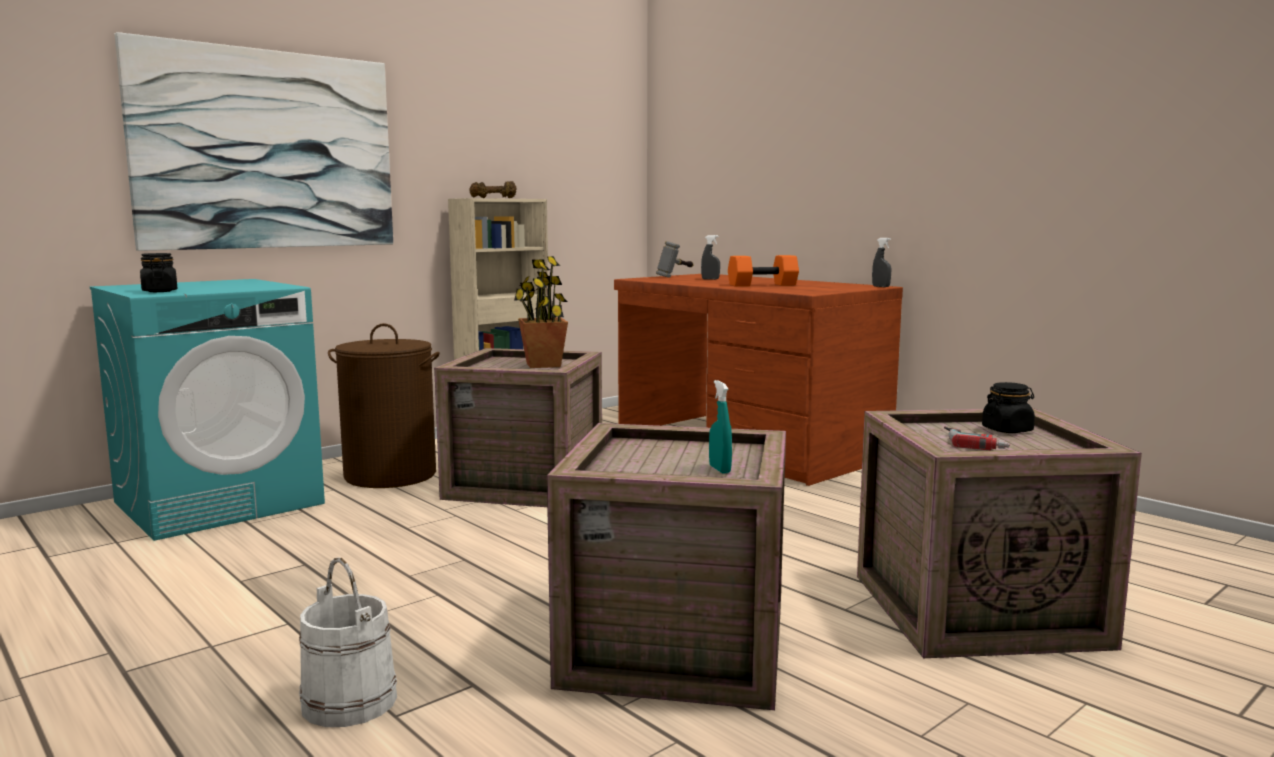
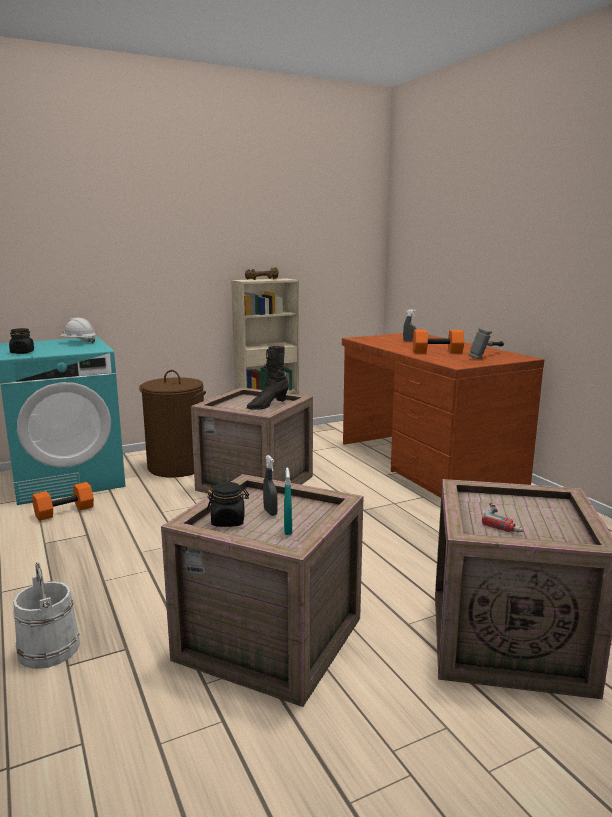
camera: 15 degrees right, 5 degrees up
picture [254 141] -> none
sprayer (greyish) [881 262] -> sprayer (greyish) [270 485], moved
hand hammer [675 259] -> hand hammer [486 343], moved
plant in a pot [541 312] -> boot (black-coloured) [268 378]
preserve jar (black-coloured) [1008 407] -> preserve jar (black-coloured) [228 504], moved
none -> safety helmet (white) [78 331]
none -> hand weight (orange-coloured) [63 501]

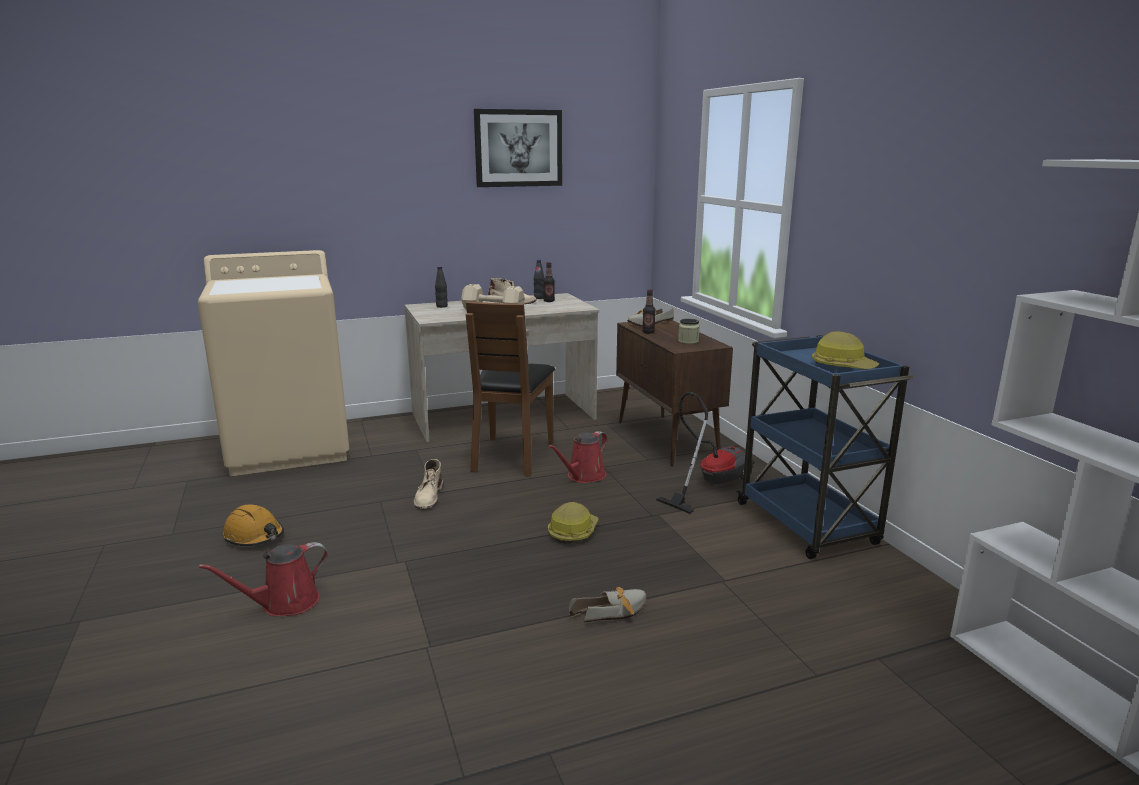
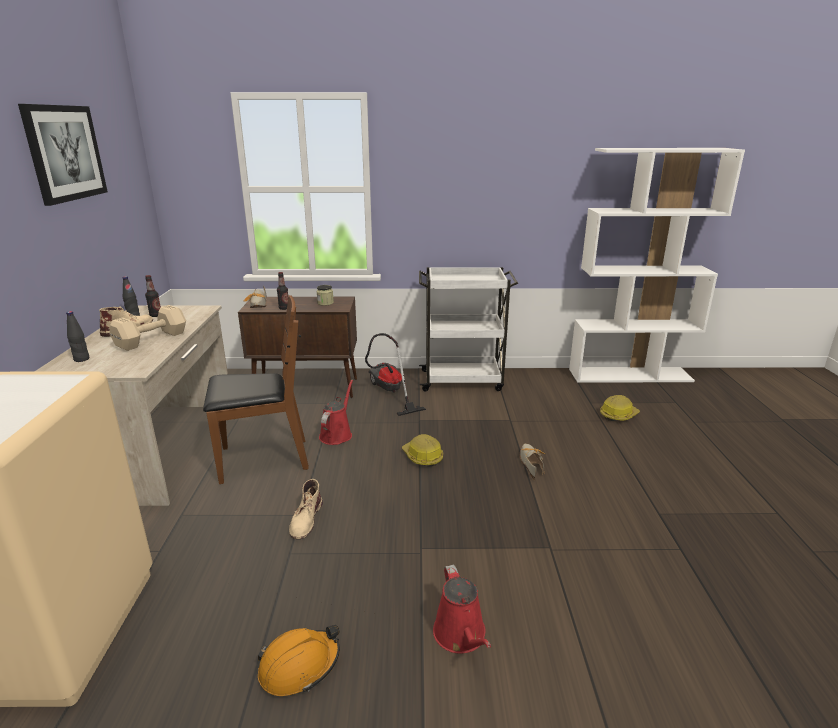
camera: 70 degrees left, 5 degrees up
chair (brown) [510 389] -> chair (brown) [256 389], 45 degrees counterclockwise
safety helmet [845 350] -> safety helmet [620 408], moved
cart (bluish) [825 447] -> cart (white) [468 329]
watering can (reddish) [577 457] -> watering can (reddish) [336 412], 135 degrees counterclockwise
boot (beige) [428 484] -> boot (beige) [306 509], 75 degrees clockwise

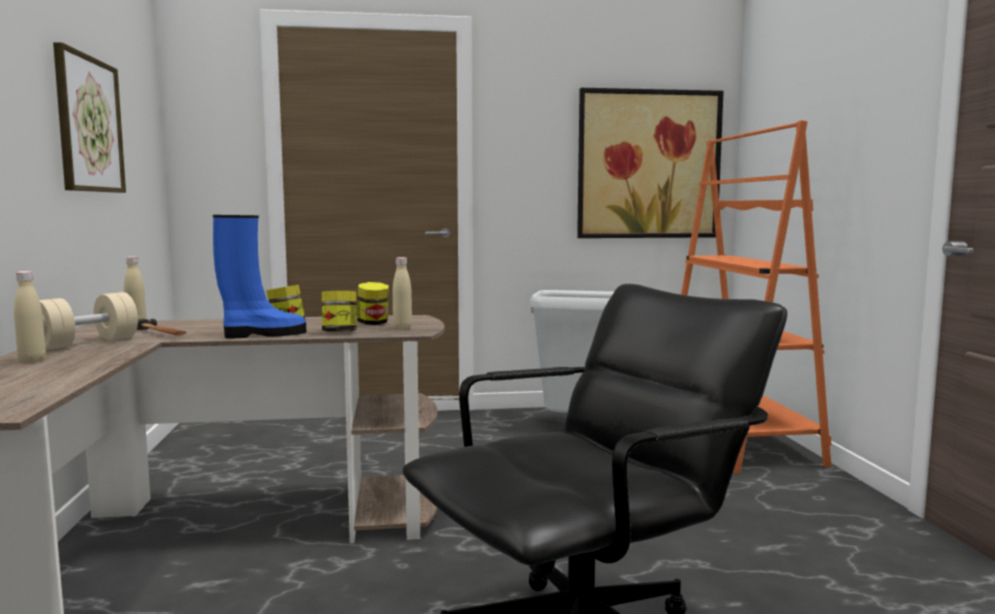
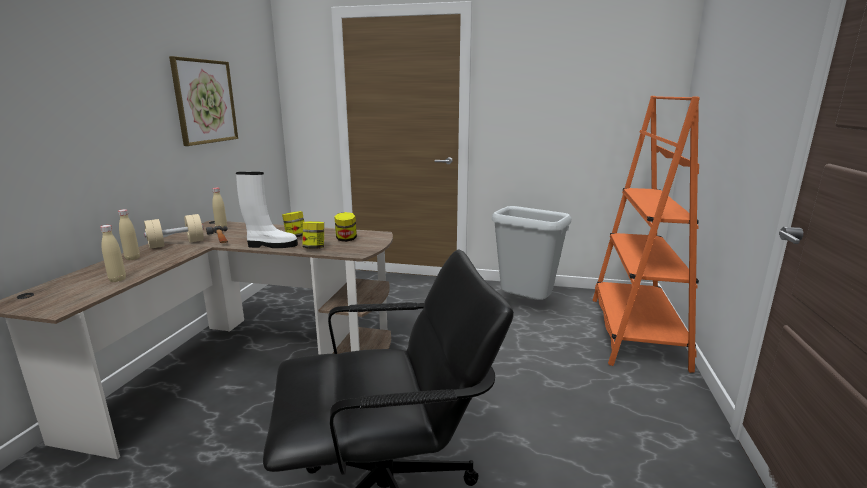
camera: 20 degrees right, 10 degrees up
picture [650 163] -> none
boot (bluish) [260 276] -> boot (white) [267 210]
bottle (beige) [402 293] -> bottle (beige) [113 253], moved

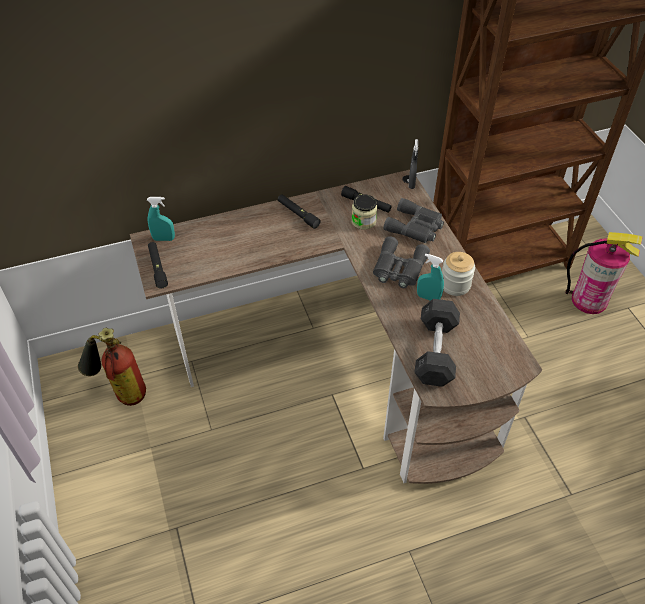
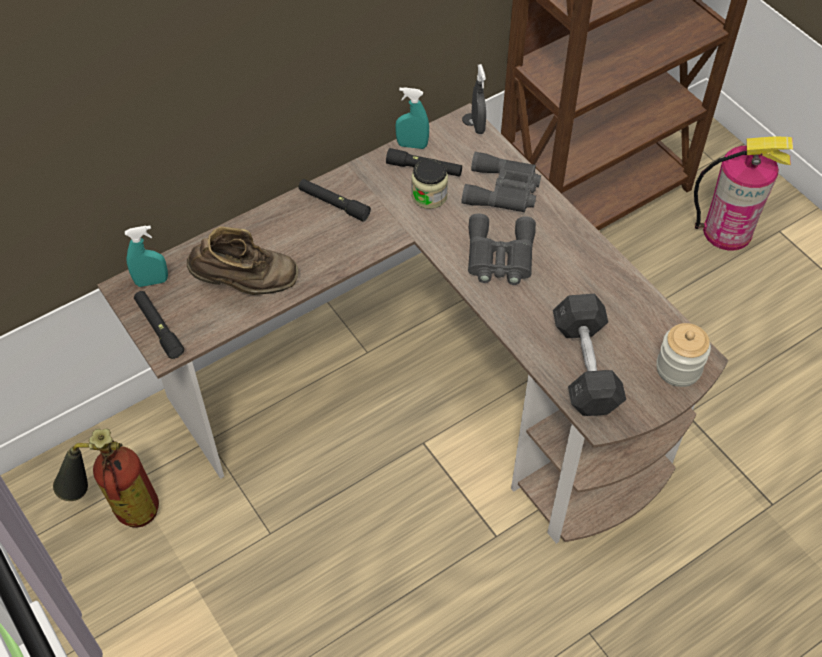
camera: 15 degrees left, 5 degrees up
preserve jar [458 274] -> preserve jar [683 355], moved
sprayer (blue-green) [430 277] -> sprayer (blue-green) [412 118], moved
none -> boot (brown) [243 260]

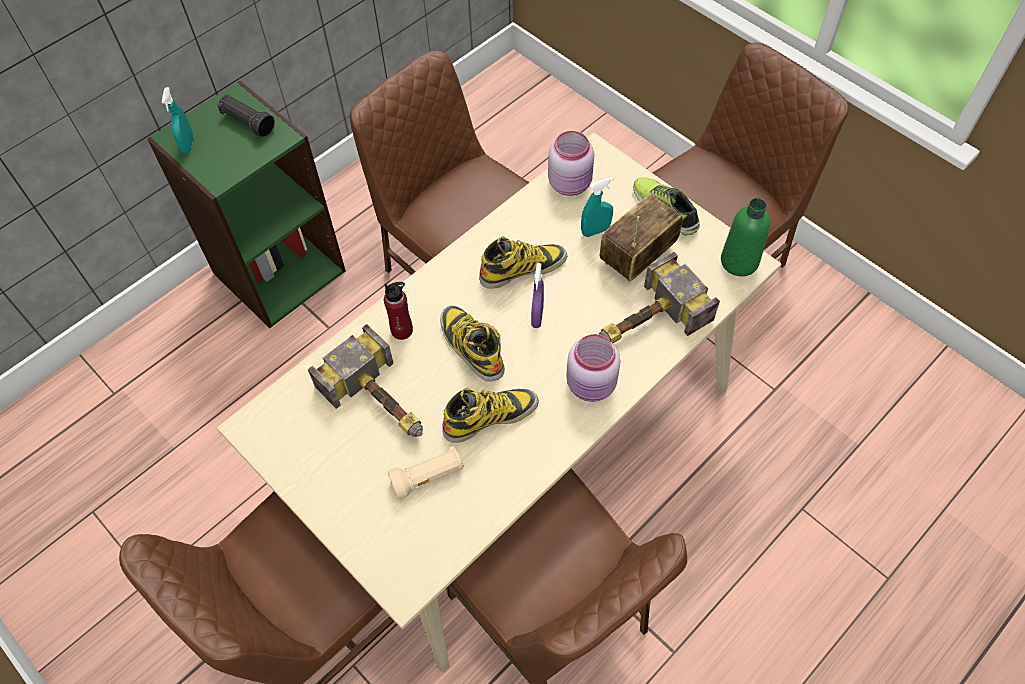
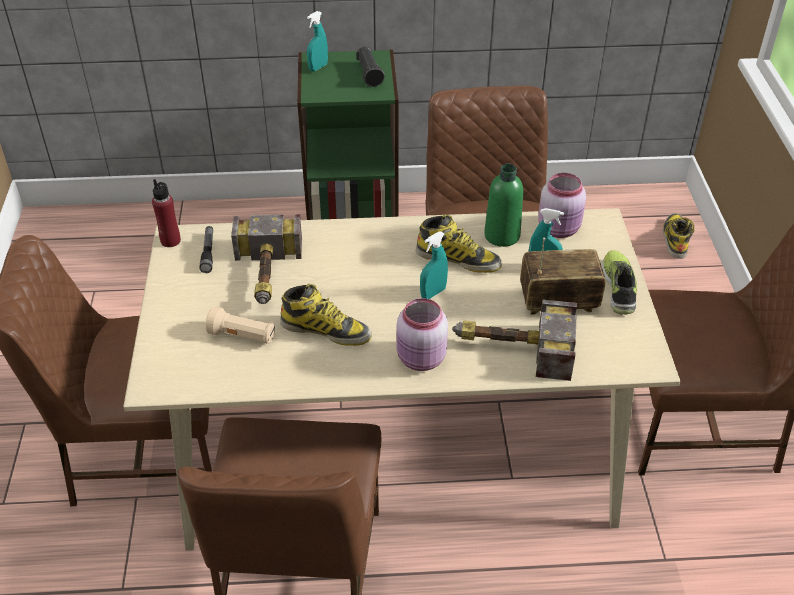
camera: 40 degrees right, 15 degrees down
bottle (green-coloured) [745 237] -> bottle (green-coloured) [503 205], moved
sprayer (purplish) [537 295] -> sprayer (blue-green) [434 265]
bottle (reddish) [398 311] -> bottle (reddish) [166 213], moved
boot [472 343] -> boot [679 236], moved
none -> flashlight [206 249]

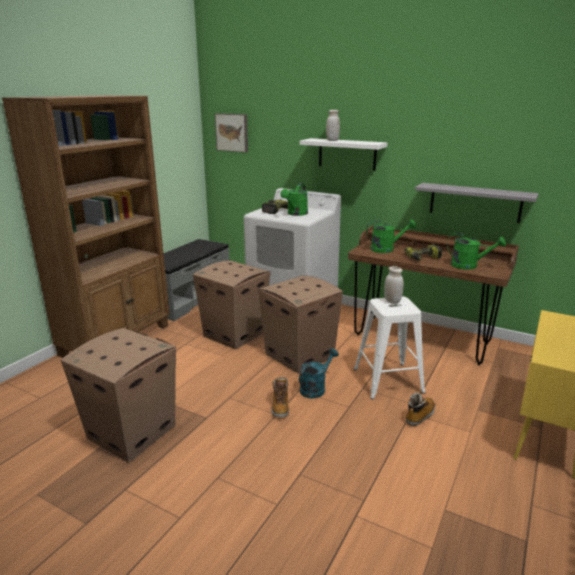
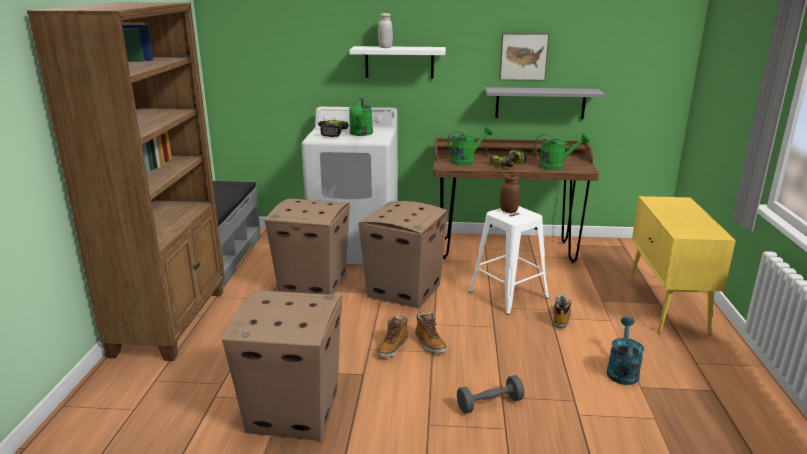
camera: 25 degrees left, 0 degrees up
picture [231 133] -> picture [524 57], moved
preserve jar (white) [394 285] -> preserve jar (brown) [510 193]
watering can (blue-green) [319 373] -> watering can (blue-green) [625 351], moved
none -> boot [392 337]
none -> hand weight (greyish) [490 394]

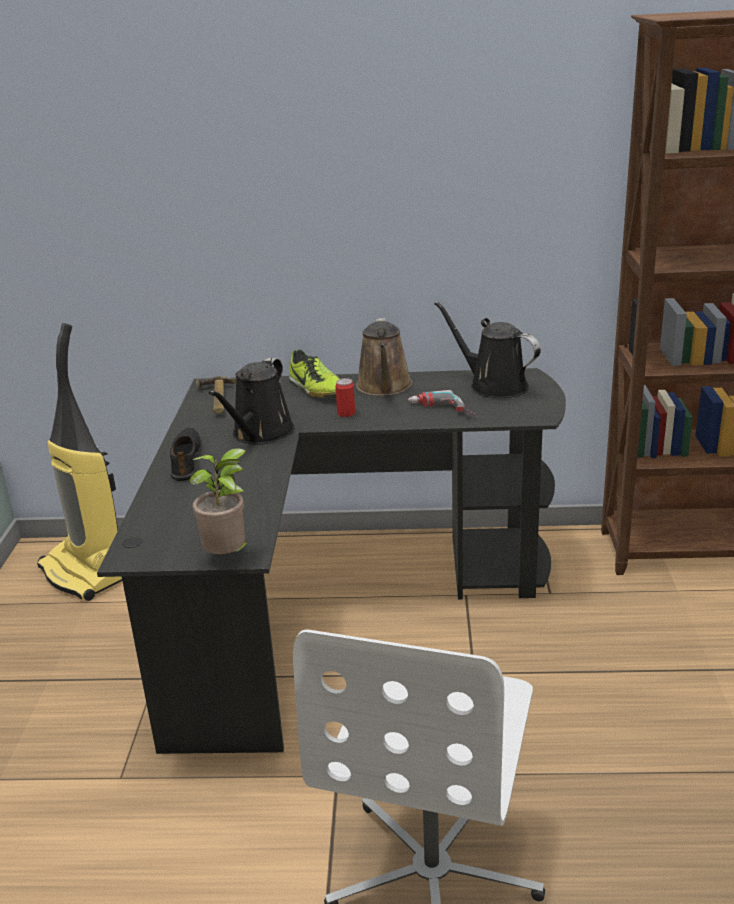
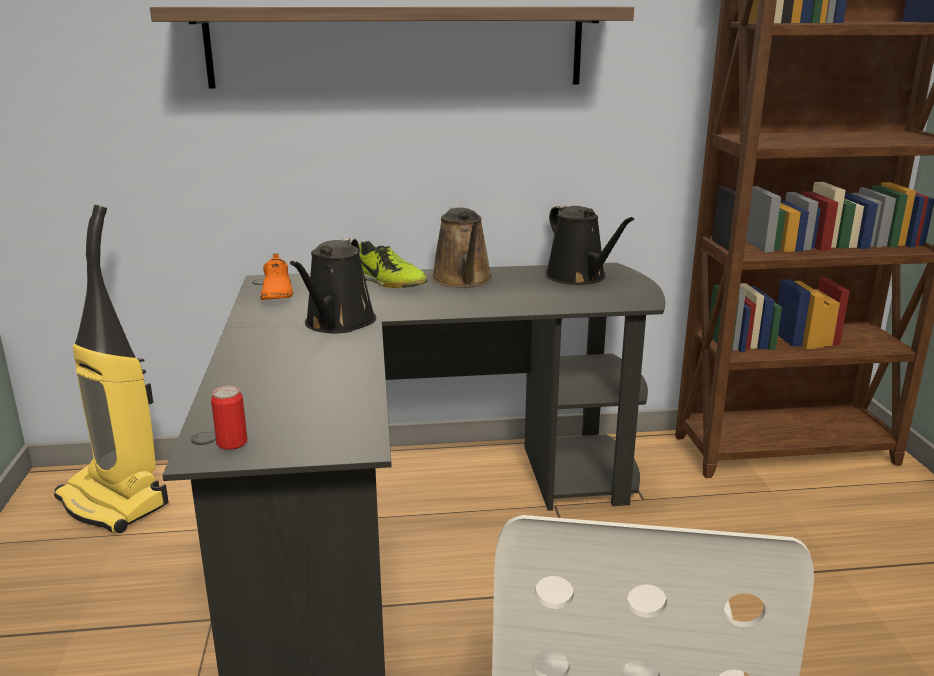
camera: 10 degrees left, 5 degrees down
watering can (black-coloured) [487 349] -> watering can (black-coloured) [590 245], 150 degrees counterclockwise
hand hammer [216 395] -> low shoe (orange-coloured) [276 277]
can [345 397] -> can [229 418], moved
electric drill [441 403] -> none
low shoe (black-coloured) [186 454] -> none
plant in a pot [218 501] -> none
none -> bracket shelf [392 48]

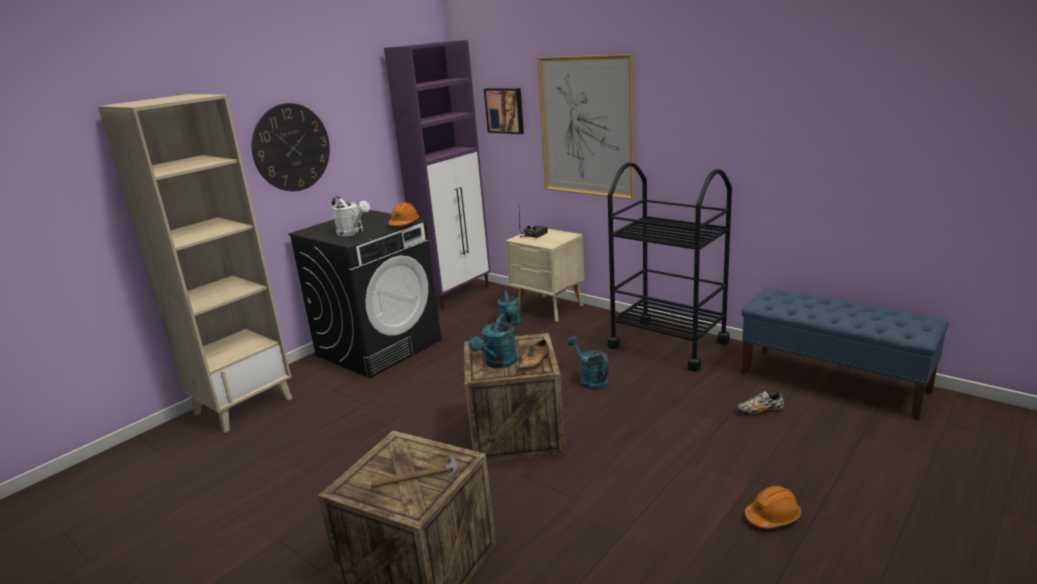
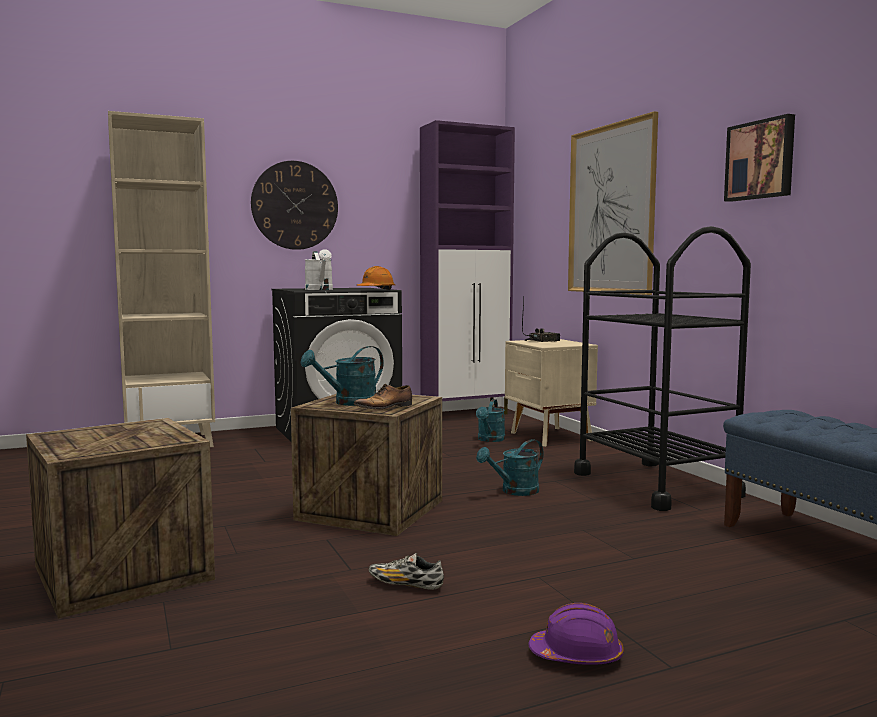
camera: 25 degrees right, 15 degrees down
picture [504 111] -> picture [759 158], moved
watering can (blue-green) [588 363] -> watering can (blue-green) [509 467], 120 degrees counterclockwise
low shoe [760 402] -> low shoe [406 571], moved
hand hammer [415 471] -> none
safety helmet (orange-coloured) [773 507] -> safety helmet (purplish) [576 634]

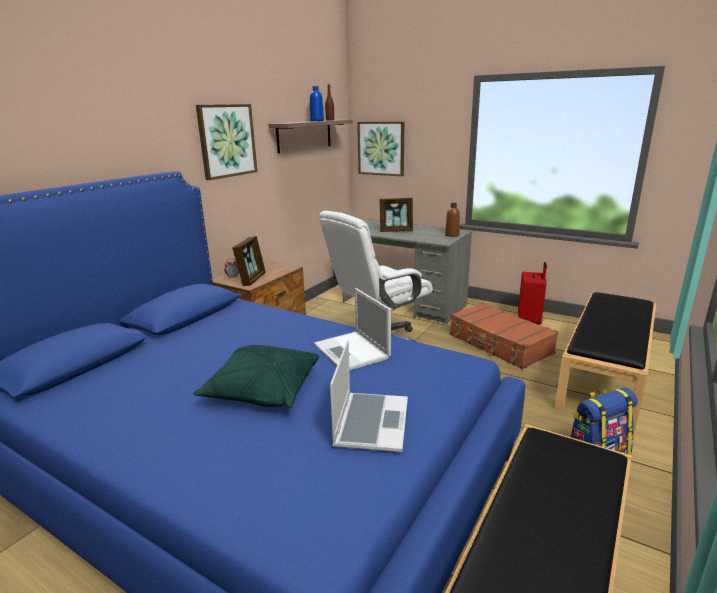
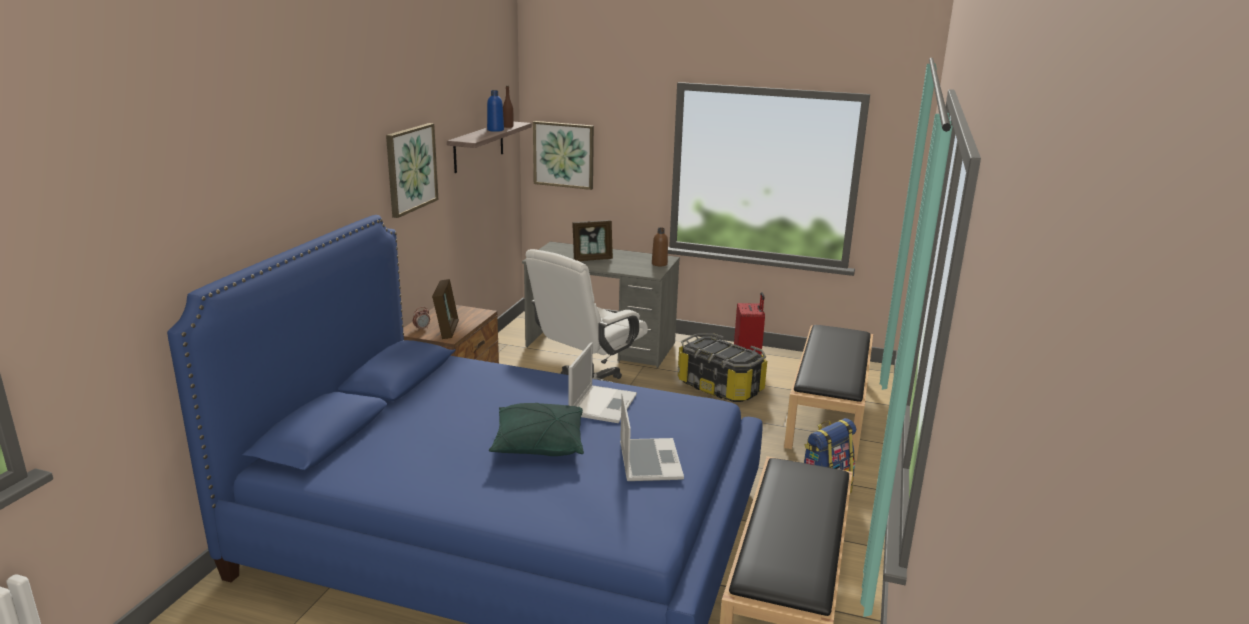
camera: 15 degrees left, 0 degrees up
laptop [352 329] -> laptop [602 383], 120 degrees counterclockwise
piece of luggage (brown) [504 336] -> storage box [722 367]

